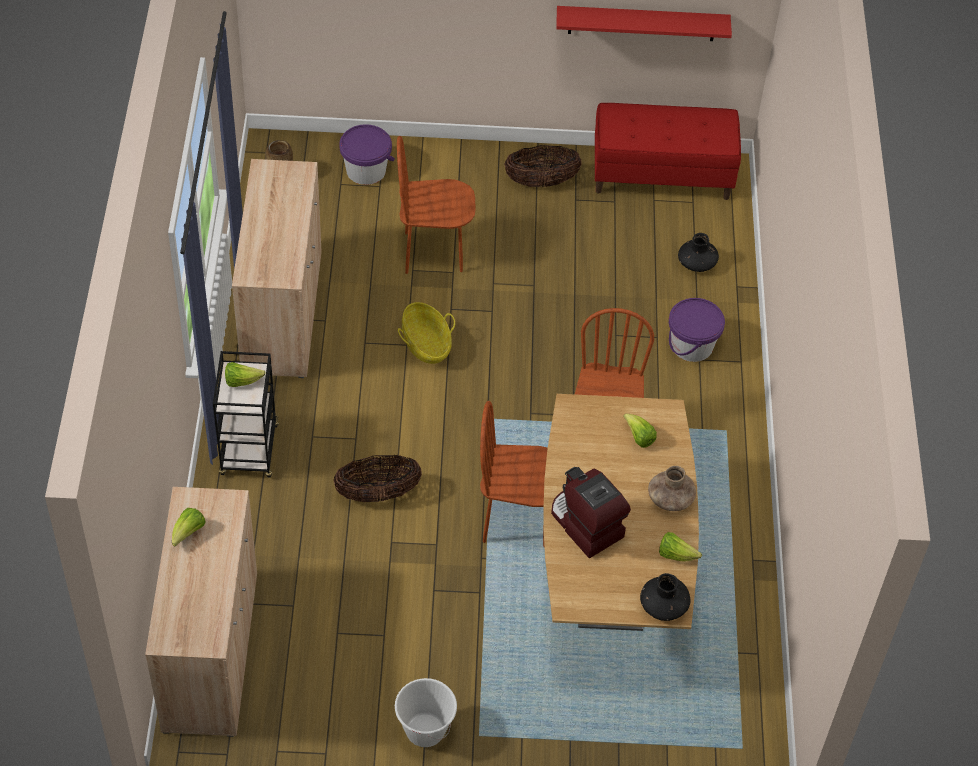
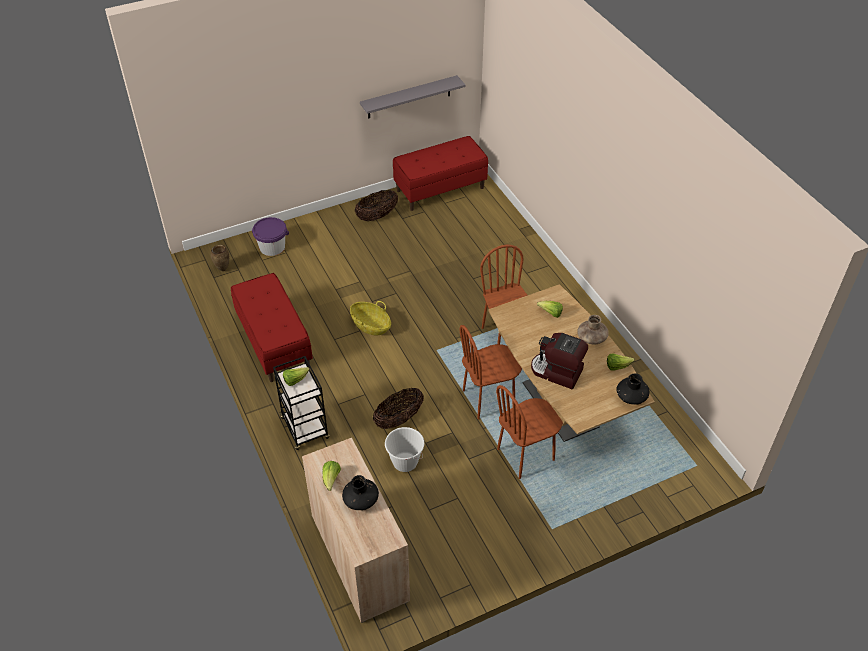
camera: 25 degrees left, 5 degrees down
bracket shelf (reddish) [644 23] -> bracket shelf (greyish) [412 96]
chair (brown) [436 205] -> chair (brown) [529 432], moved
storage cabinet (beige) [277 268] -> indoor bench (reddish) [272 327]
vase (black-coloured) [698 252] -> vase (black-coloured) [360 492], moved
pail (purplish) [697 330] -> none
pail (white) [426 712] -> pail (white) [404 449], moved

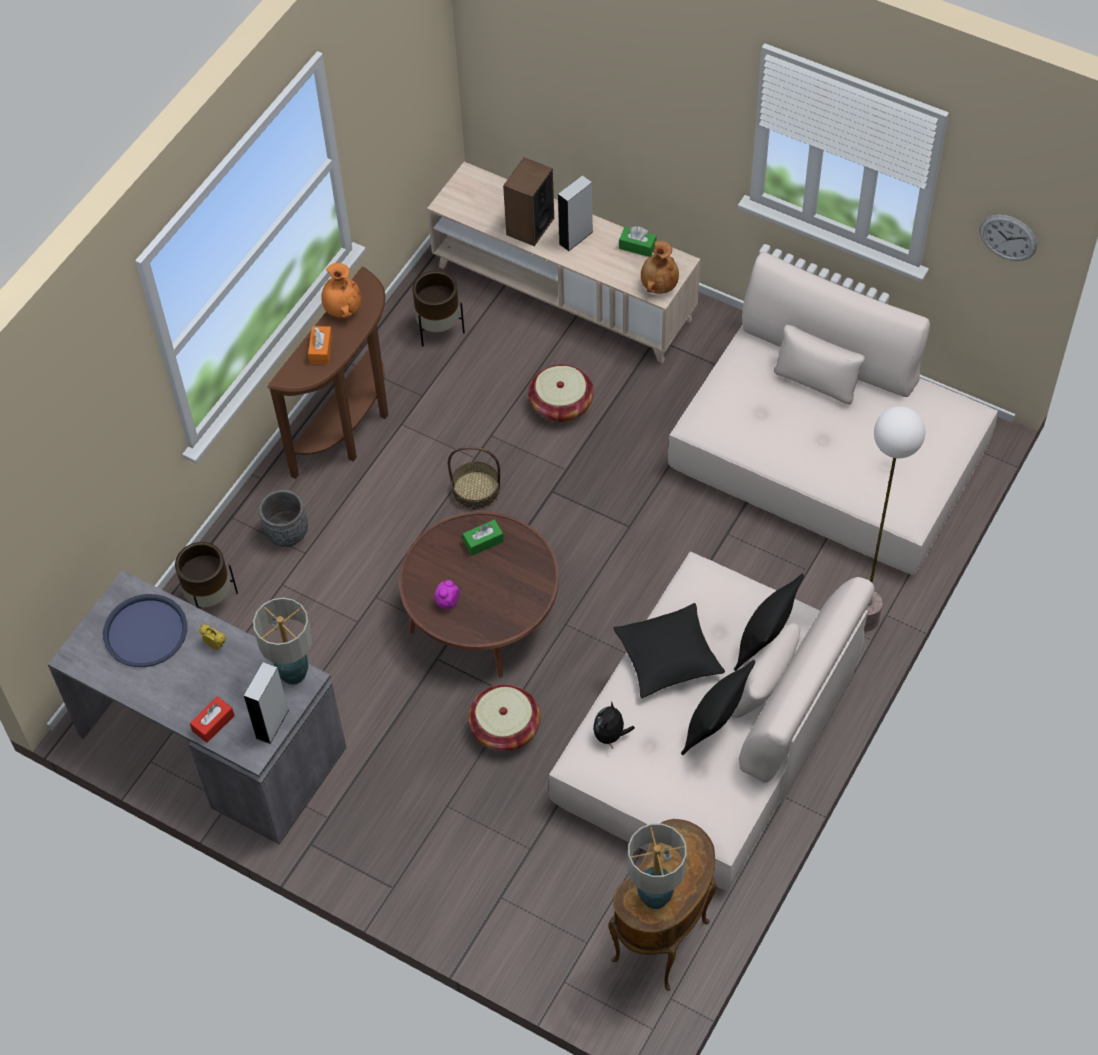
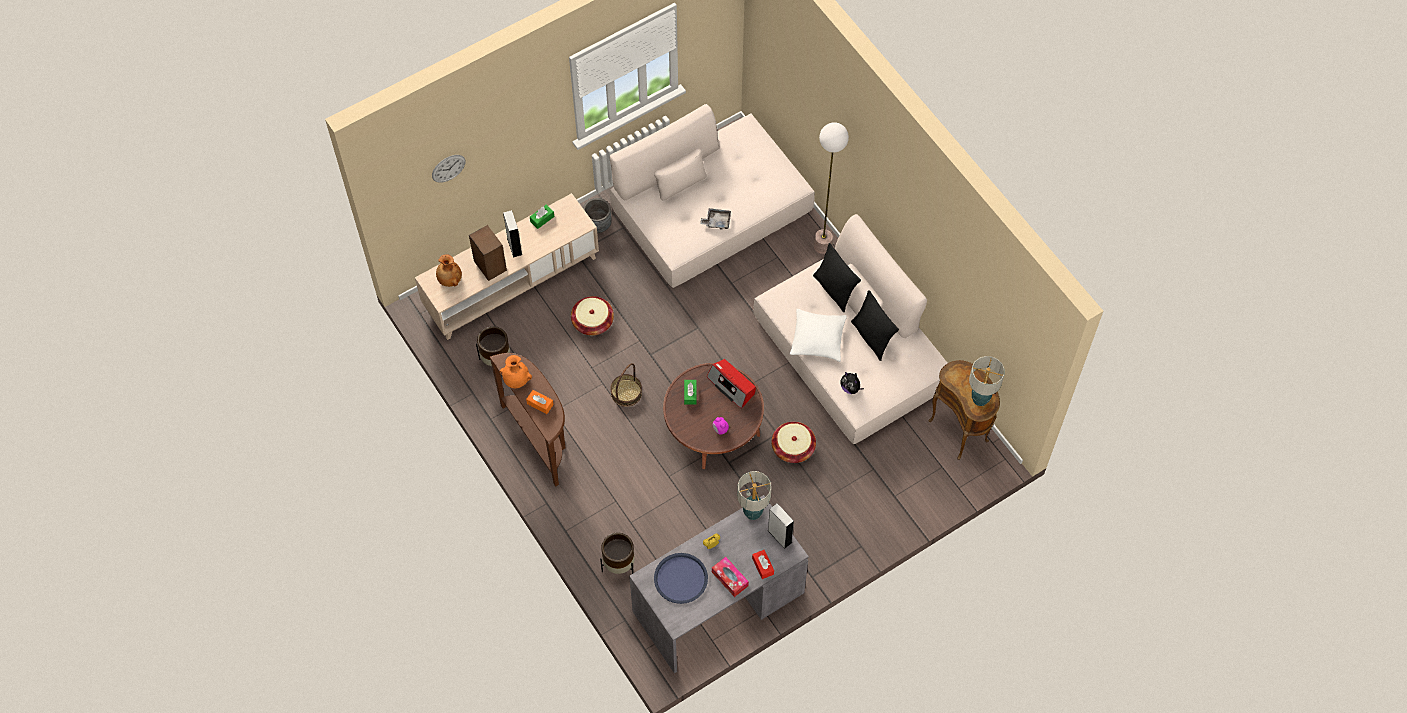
camera: 65 degrees left, 5 degrees up
hanging clock [1008 238] -> hanging clock [448 169], moved
vase (brown) [660 267] -> vase (brown) [449 270], moved
plant pot (greyish) [283 518] -> plant pot (greyish) [597 215], moved
pillow (black-coloured) [669 650] -> pillow (white) [818 335]
none -> tray (greyish) [715 219]
none -> radio set [731 384]
none -> tissue holder [730 577]

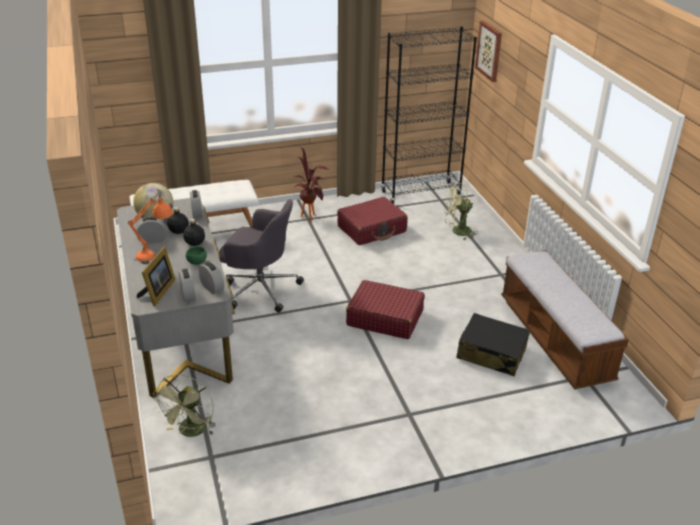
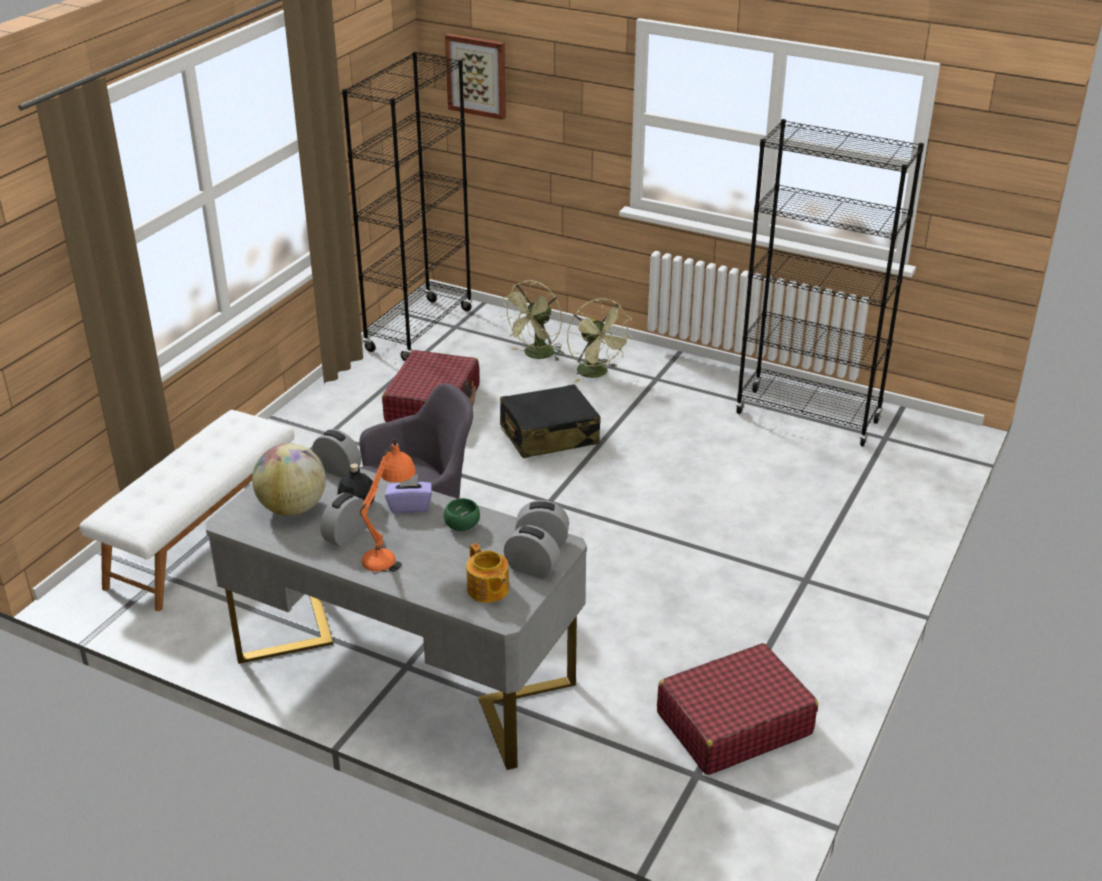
camera: 45 degrees left, 0 degrees up
plant in a pot [311 184] -> none
bottle (black-coloured) [194 232] -> tissue holder (purplish) [408 493]
photo frame [156 276] -> teapot [487 573]
indoor bench [565 320] -> bookshelf (black-coloured) [829 283]
piece of luggage (reddish) [385 309] -> piece of luggage (reddish) [737 709], moved
piece of luggage (black-coloured) [493 344] -> piece of luggage (black-coloured) [550 421], moved
fan (green-coloured) [184 405] -> fan (green-coloured) [600 341], moved

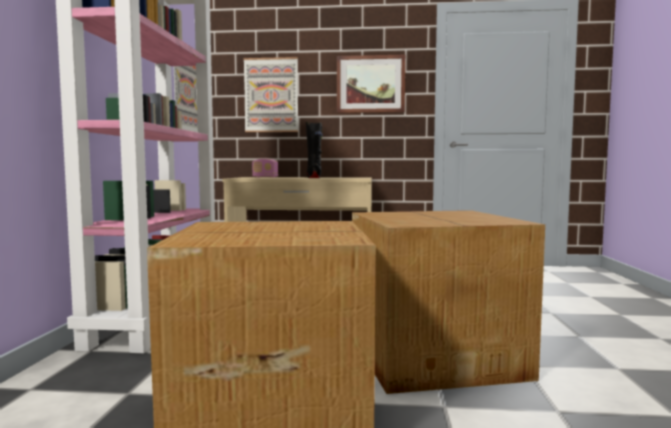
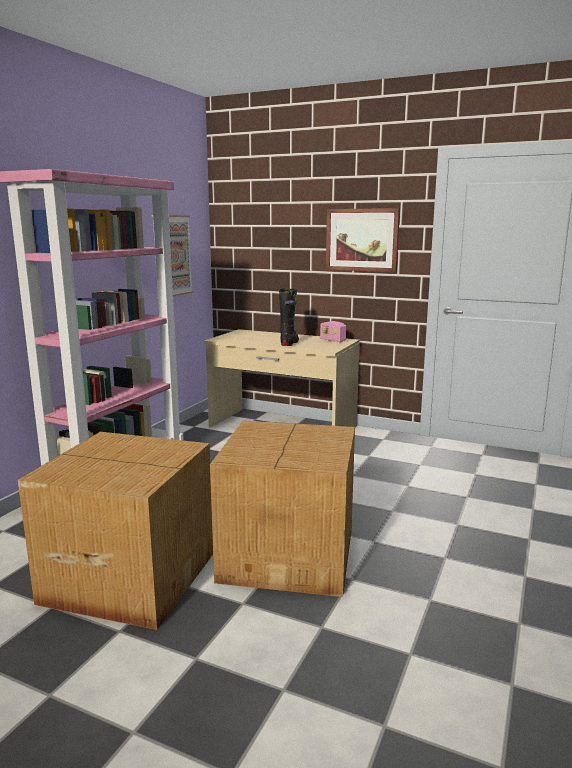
camera: 20 degrees right, 10 degrees up
picture [271 94] -> none
radio set [265 168] -> radio set [333 332], moved

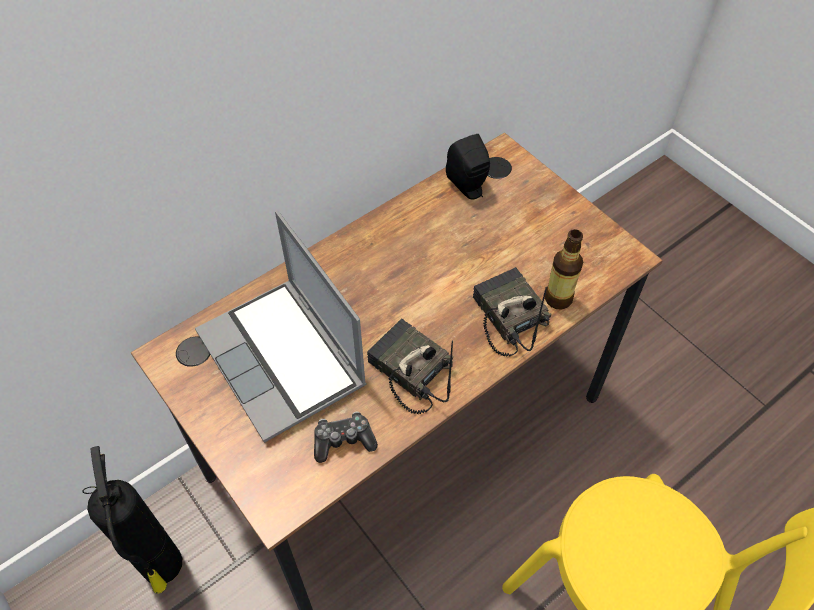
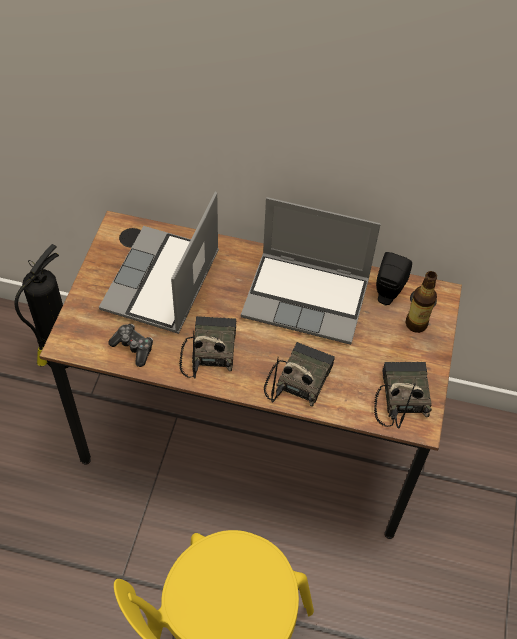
camera: 50 degrees right, 0 degrees up
bottle [564 269] -> bottle [421 302], moved
none -> laptop [311 271]
none -> radio set [403 395]

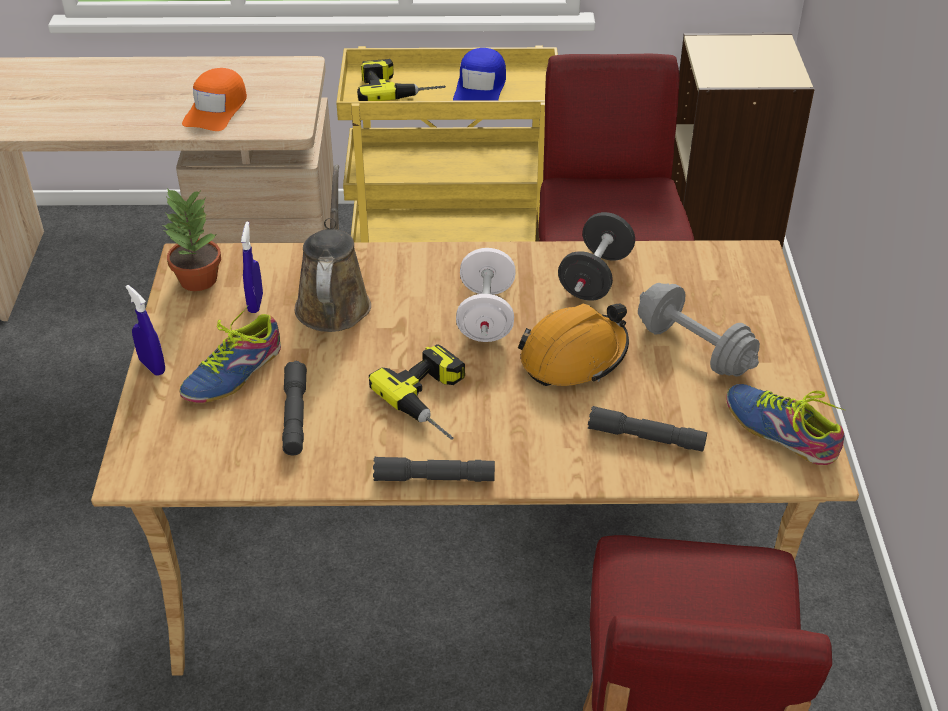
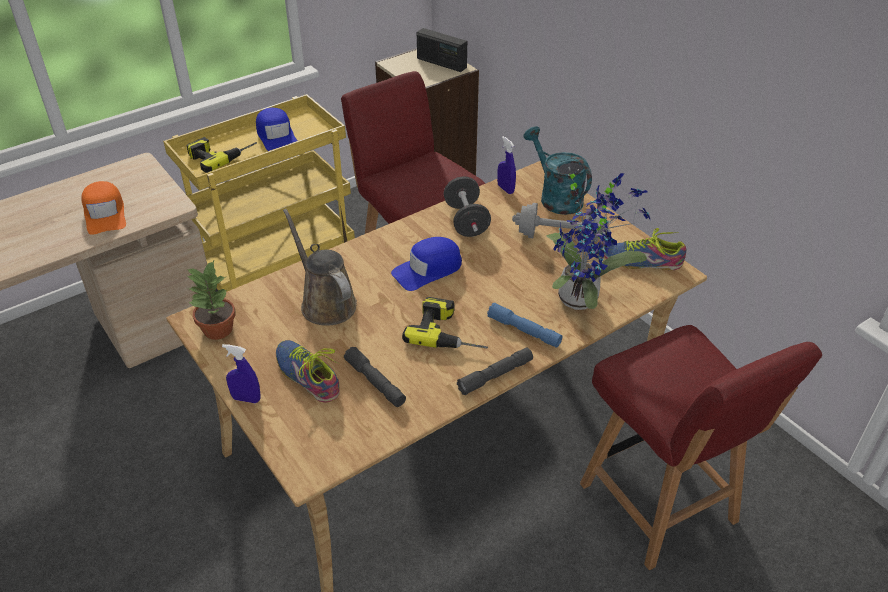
camera: 35 degrees left, 0 degrees up
sprayer (bluish) [252 267] -> sprayer (bluish) [506 165], moved
hand weight (white) [486 295] -> cap (bluish) [426 264]
safety helmet (orange-coloured) [573 344] -> none
low shoe [230 354] -> low shoe [308 371], 135 degrees clockwise
flashlight (greyish) [647 429] -> plant in a pot [598 238]
none -> radio set [442 50]
none -> watering can (blue-green) [557 170]
none -> flashlight (bluish) [525 325]

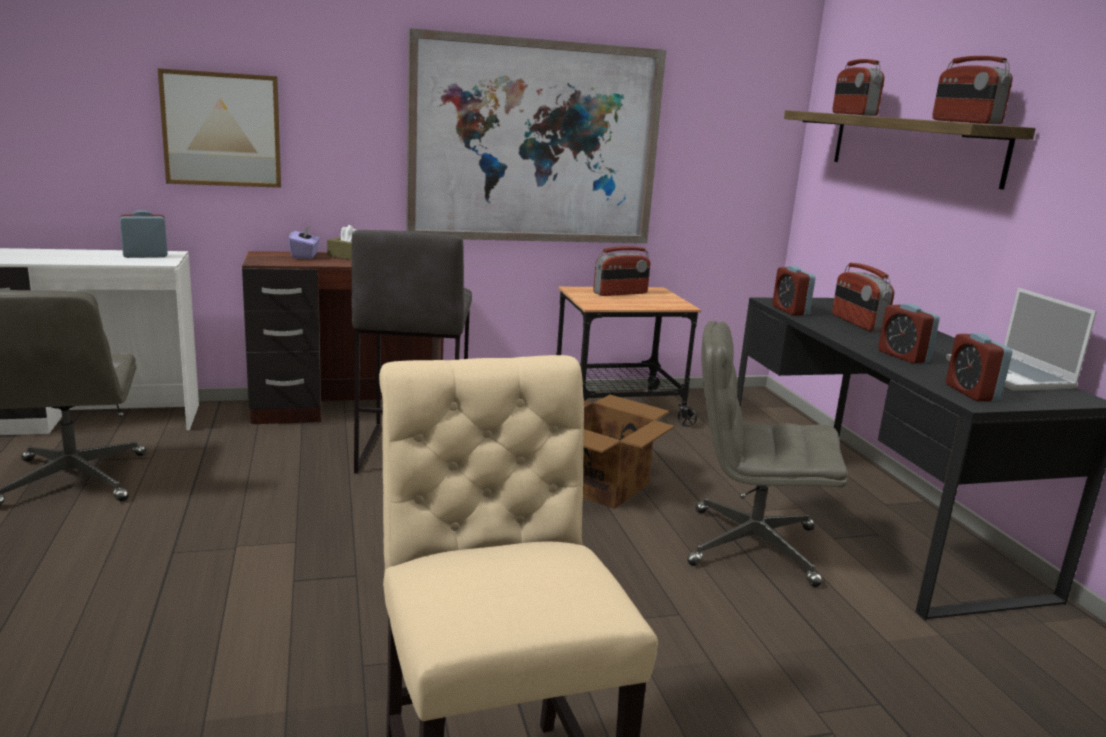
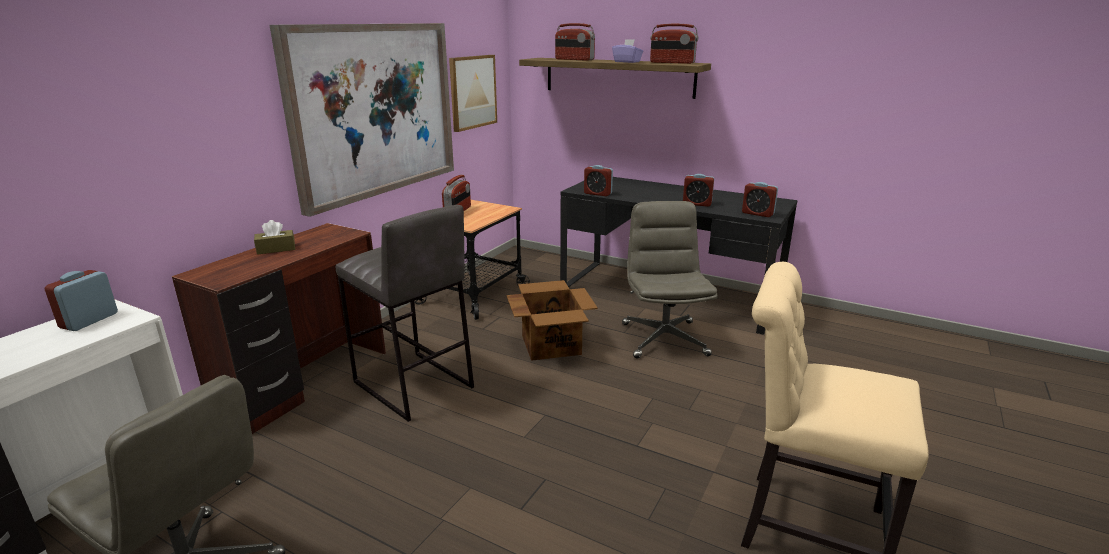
camera: 45 degrees left, 5 degrees up
picture [219 128] -> picture [473 93], moved
tissue holder (purplish) [304 242] -> tissue holder (purplish) [627 51], moved
radio set [863 297] -> none
laptop [1021 339] -> none
computer chair (greyish) [767 454] -> computer chair (greyish) [670 279], 120 degrees clockwise

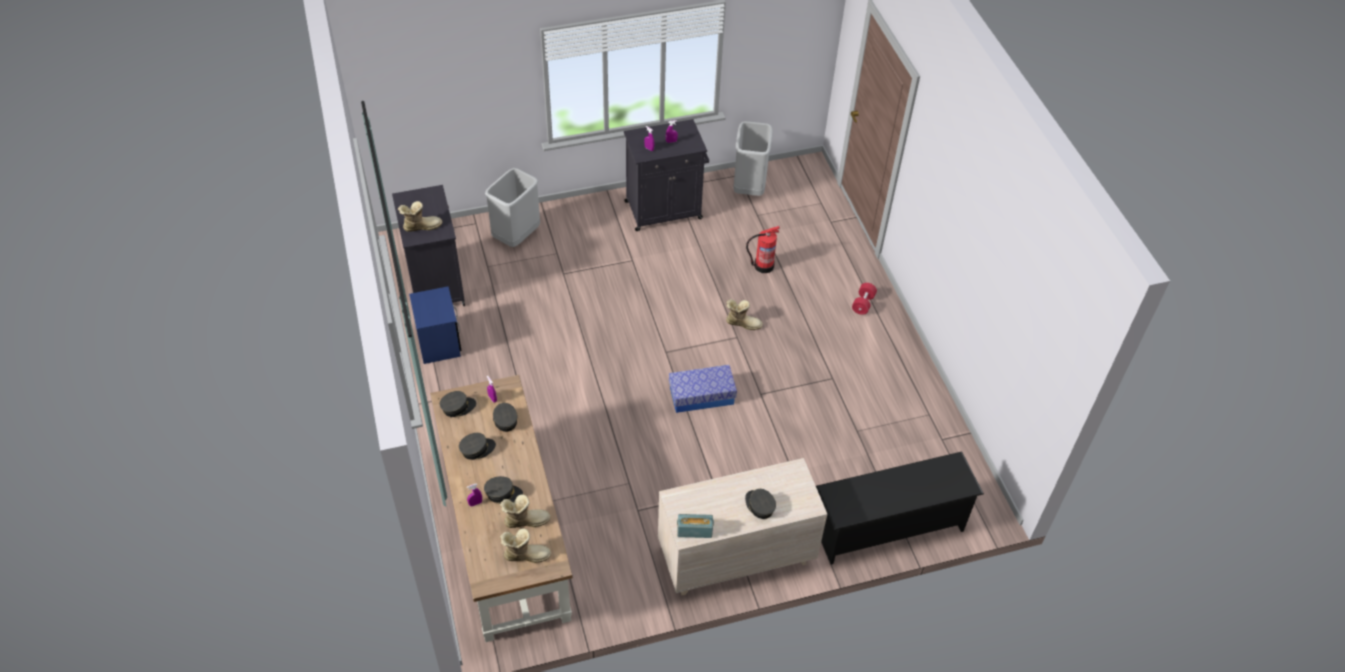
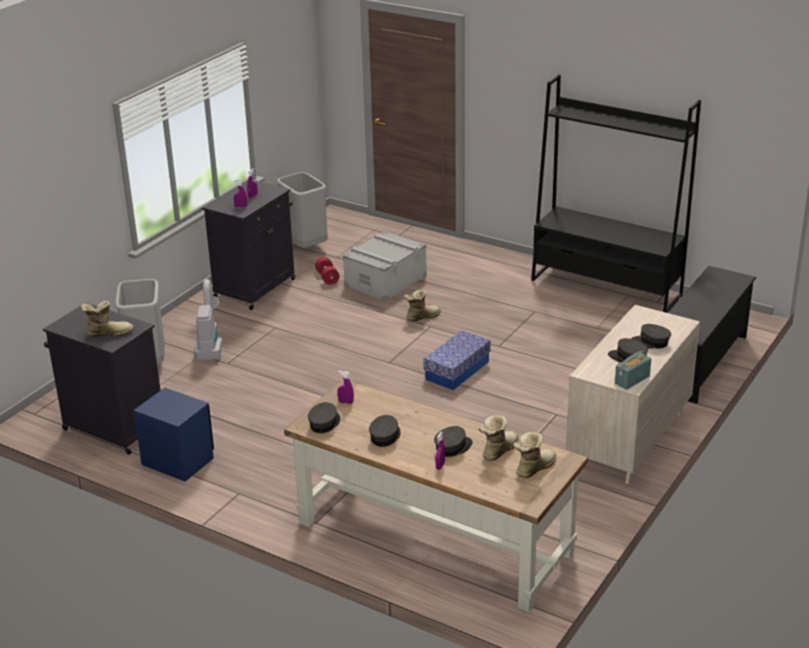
camera: 40 degrees left, 20 degrees down
boot [420 216] -> boot [106 319], 45 degrees clockwise
extinguisher [763 249] -> storage box (greyish) [385 266]
hand weight (reddish) [864 299] -> hand weight (reddish) [327 271], moved
cap (greyish) [505 417] -> cap (greyish) [628 350], moved
none -> bookshelf (black-coloured) [616 194]
none -> vacuum [208 319]

